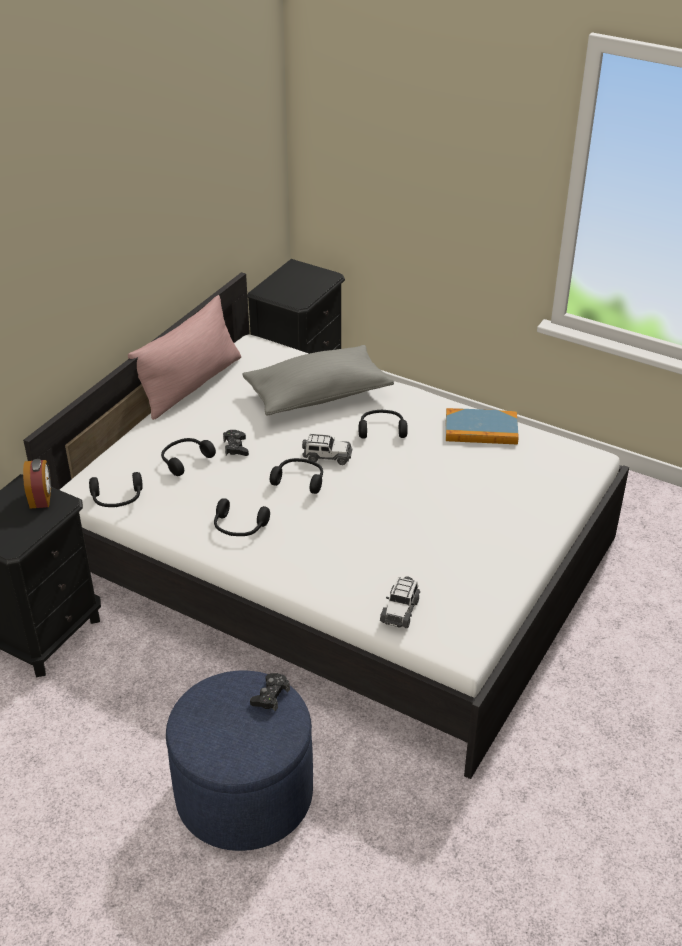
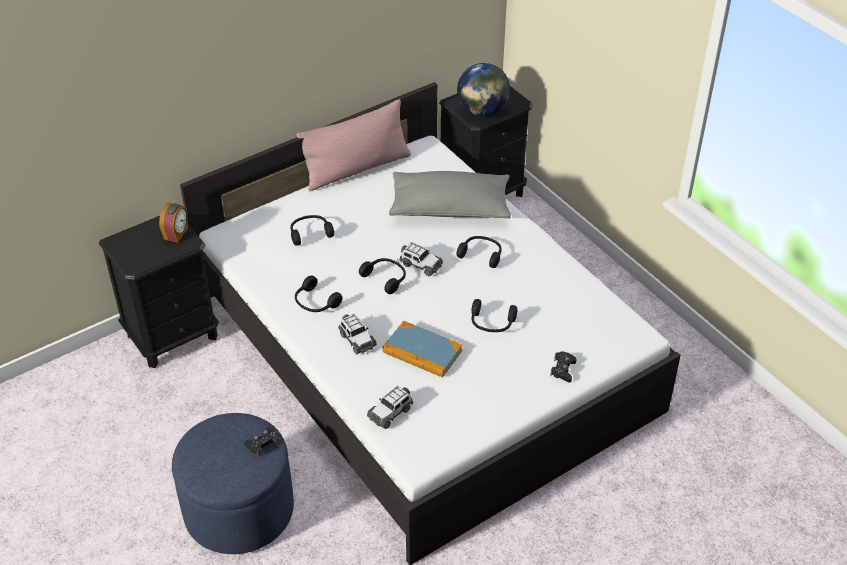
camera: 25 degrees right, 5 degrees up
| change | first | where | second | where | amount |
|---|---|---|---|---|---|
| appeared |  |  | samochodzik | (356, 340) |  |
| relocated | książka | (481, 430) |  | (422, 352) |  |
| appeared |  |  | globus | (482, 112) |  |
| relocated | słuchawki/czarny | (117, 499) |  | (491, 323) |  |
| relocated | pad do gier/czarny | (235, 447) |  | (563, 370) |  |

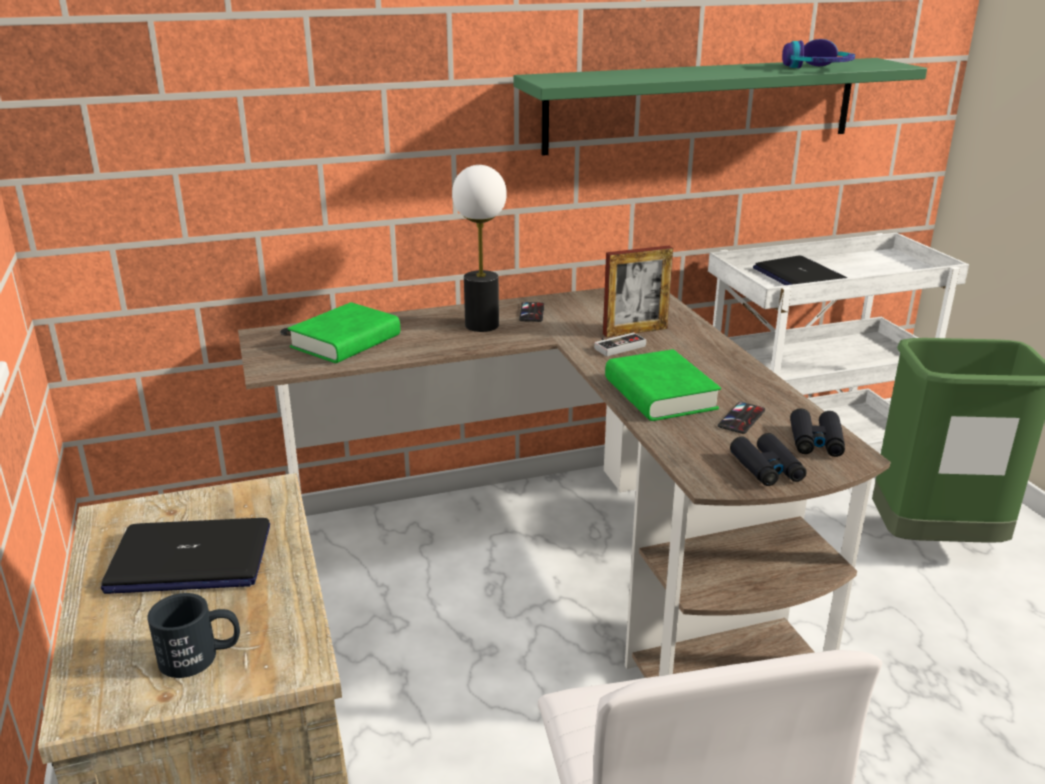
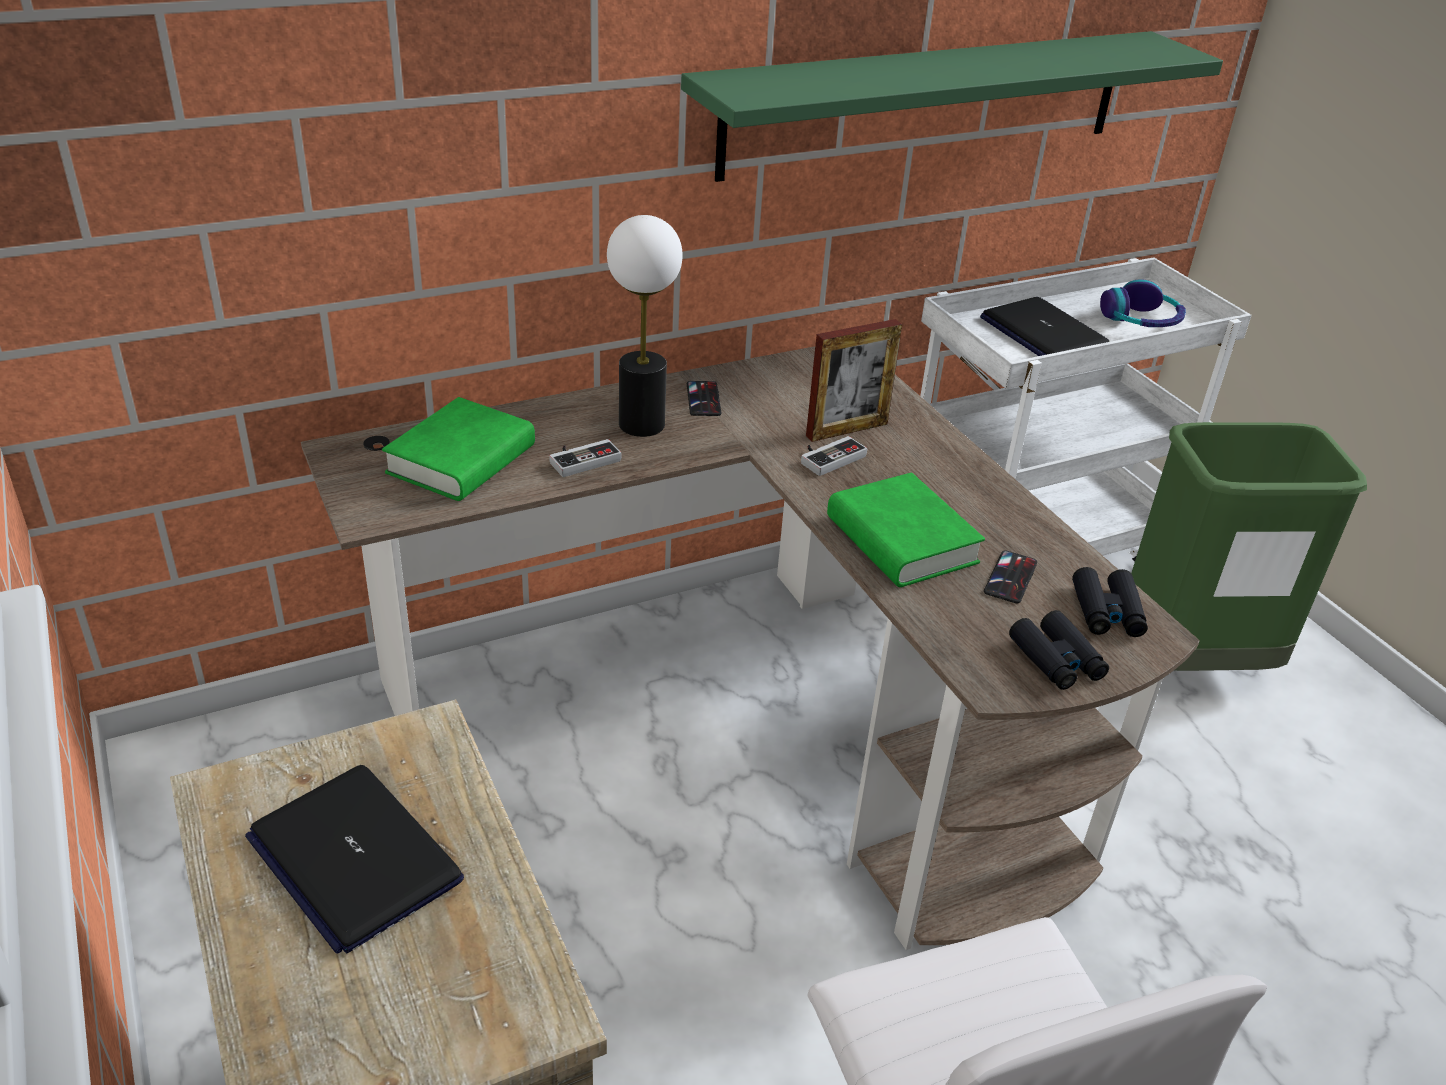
camera: 10 degrees left, 10 degrees up
| change | first | where | second | where | amount |
|---|---|---|---|---|---|
| spun | laptop | (189, 559) |  | (353, 858) | 60 degrees clockwise |
| appeared |  |  | pad do gier | (582, 458) |  |
| relocated | słuchawki | (818, 68) |  | (1141, 320) |  |
| missing | kubek/czarny | (201, 656) |  |  |  |

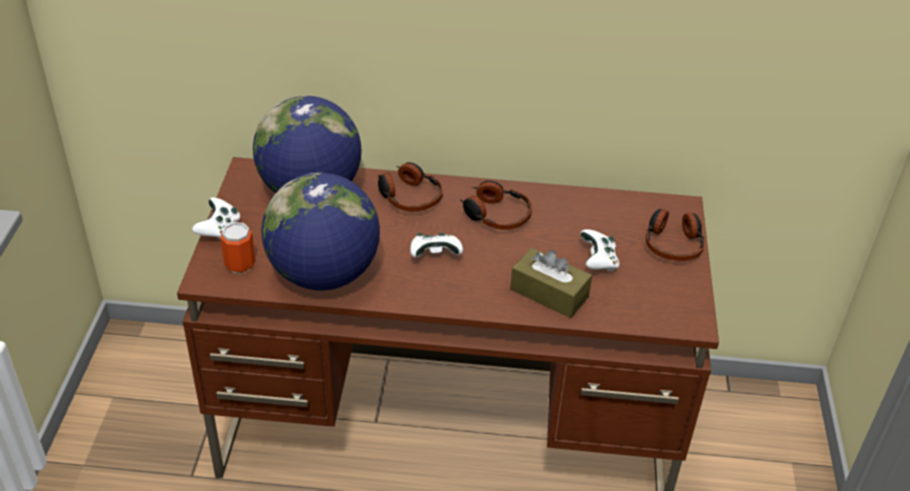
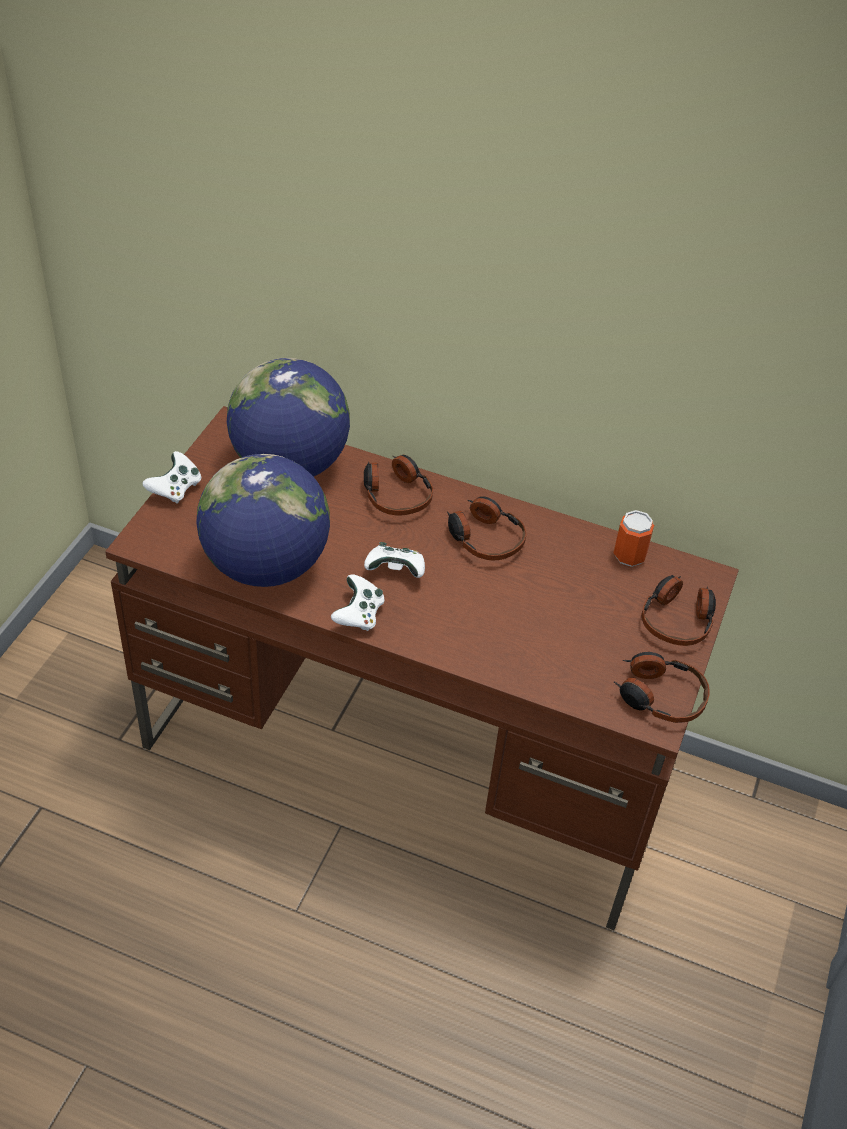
camera: 15 degrees right, 5 degrees up
| change | first | where | second | where | amount |
|---|---|---|---|---|---|
| relocated | pad do gier/biały | (598, 261) |  | (358, 615) |  |
| relocated | puszka | (240, 264) |  | (629, 555) |  |
| appeared |  |  | słuchawki | (659, 696) |  |
| missing | pudełko chusteczek/brązowy | (549, 293) |  |  |  |

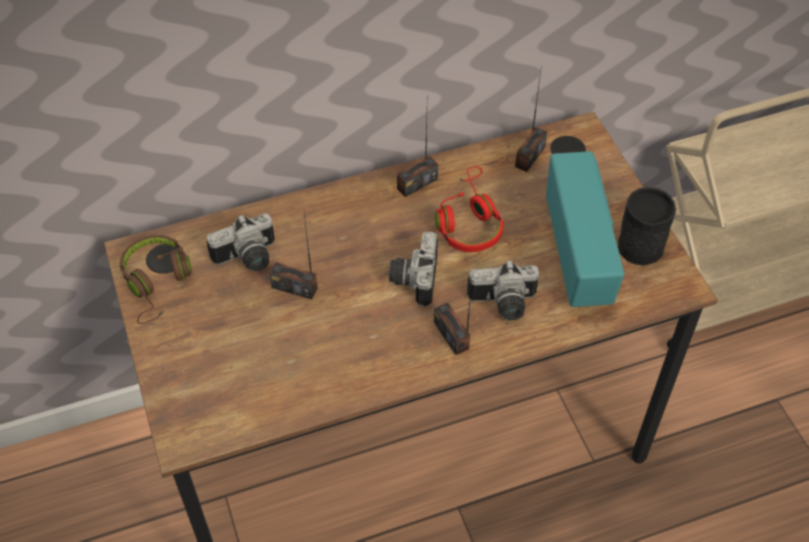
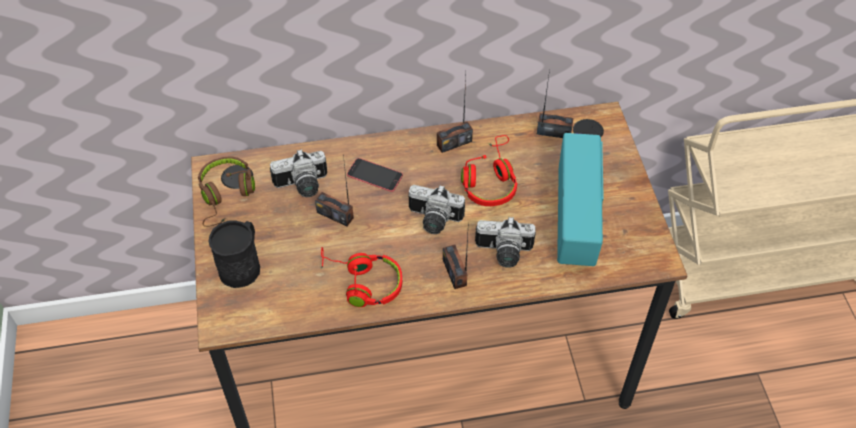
camera: 10 degrees right, 0 degrees up
| change | first | where | second | where | amount |
|---|---|---|---|---|---|
| relocated | kubek/czarny | (640, 241) |  | (242, 265) |  |
| appeared |  |  | słuchawki/czerwony | (361, 283) |  |
| appeared |  |  | telefon | (374, 175) |  |
| spun | aparat fotograficzny | (412, 278) |  | (433, 221) | 90 degrees counterclockwise |
| spun | radio | (529, 156) |  | (553, 132) | 120 degrees counterclockwise |

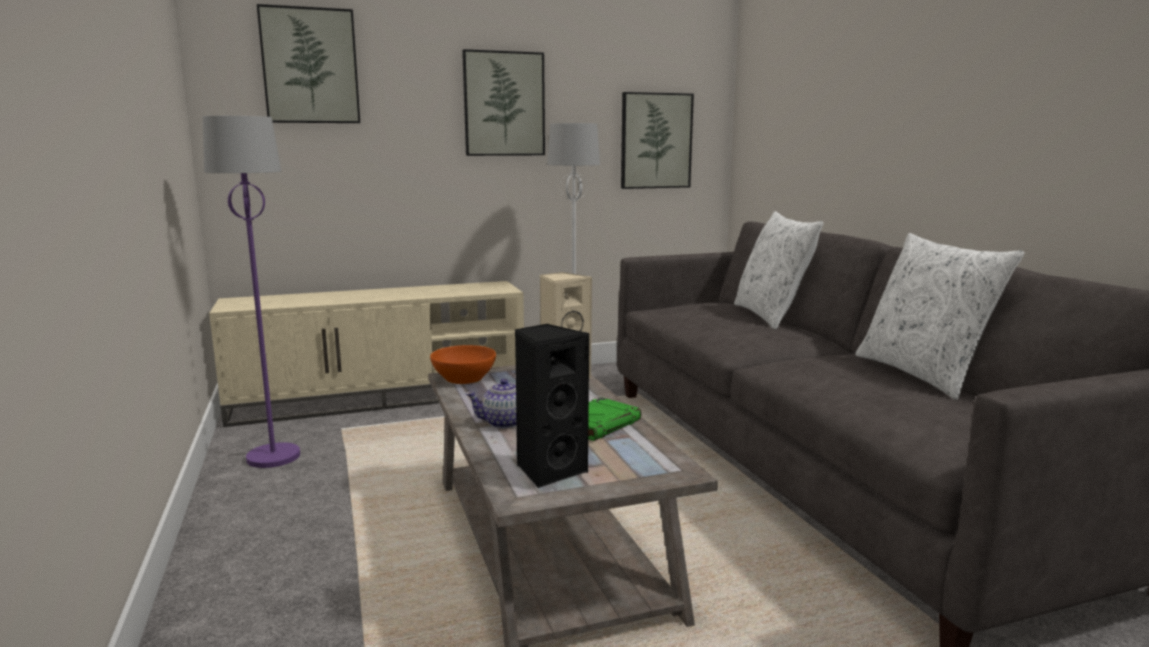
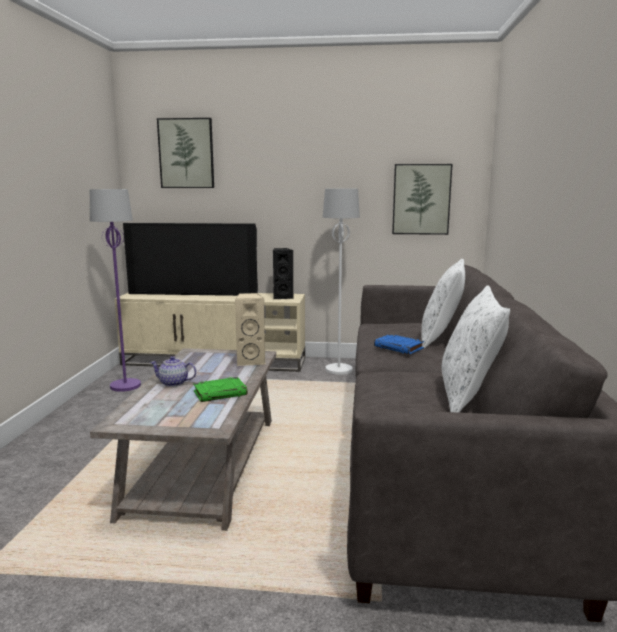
camera: 25 degrees right, 0 degrees up
| change | first | where | second | where | amount |
|---|---|---|---|---|---|
| appeared |  |  | telewizor | (194, 293) |  |
| relocated | głośnik/czarny | (549, 470) |  | (282, 297) |  |
| appeared |  |  | książka/niebieski | (399, 347) |  |
| missing | miska/pomarańczowy | (464, 378) |  |  |  |
| missing | obraz | (504, 104) |  |  |  |

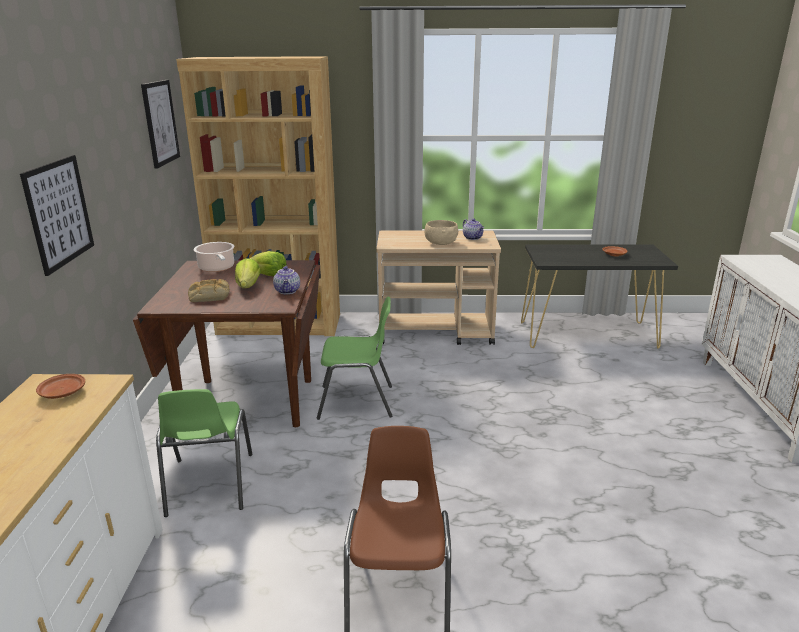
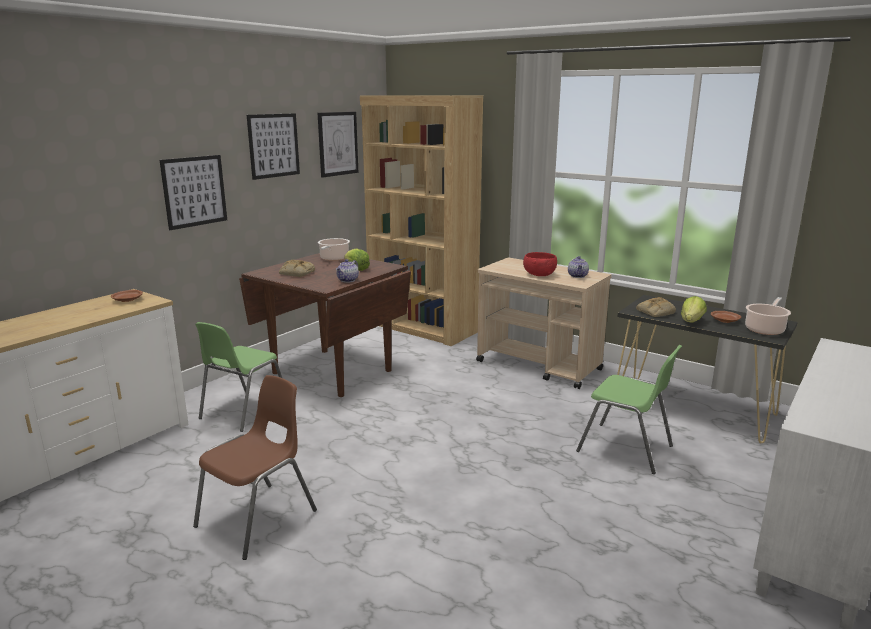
camera: 35 degrees right, 5 degrees down
| change | first | where | second | where | amount |
|---|---|---|---|---|---|
| appeared |  |  | obraz | (273, 145) |  |
| colour | miska/beżowy | (440, 243) | miska/czerwony | (539, 275) |  |
| relocated | krzesło/zielony | (357, 402) |  | (626, 449) |  |
| appeared |  |  | chleb | (655, 312) |  |
| relocated | sałata | (248, 286) |  | (691, 321) |  |
| appeared |  |  | garnek | (765, 329) |  |

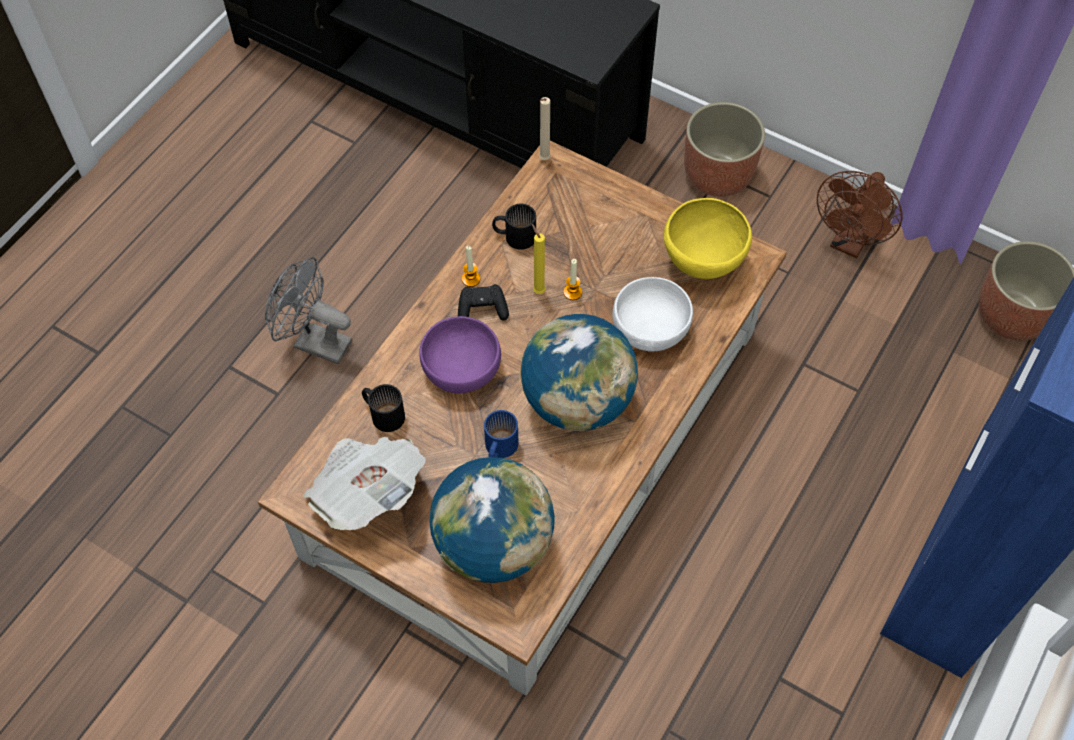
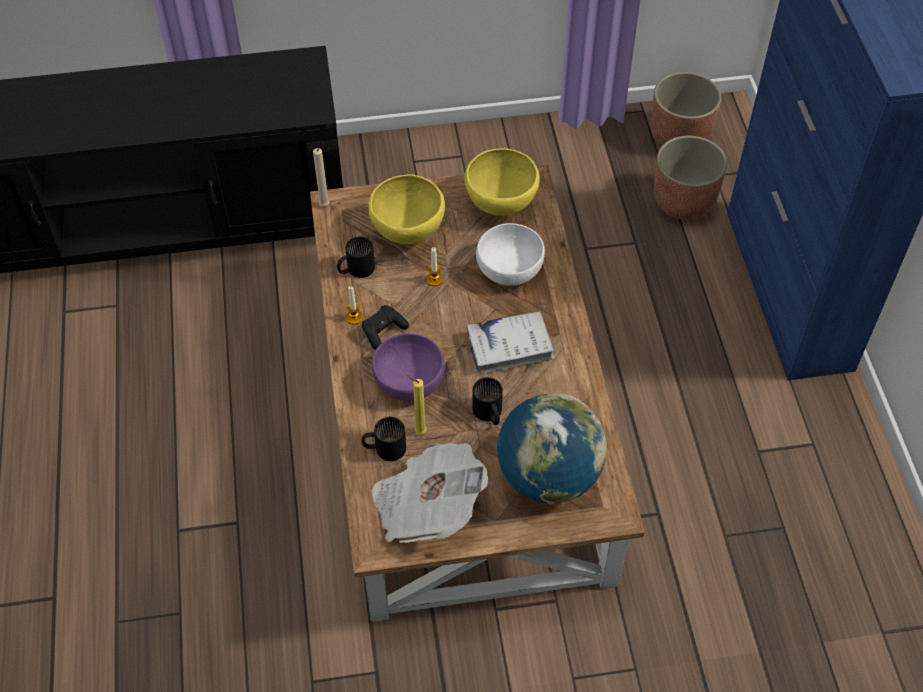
camera: 40 degrees left, 5 degrees down
| change | first | where | second | where | amount |
|---|---|---|---|---|---|
| appeared |  |  | miska/żółty | (408, 231) |  |
| relocated | świeca/żółty | (538, 290) |  | (418, 431) |  |
| exchanged | globus | (577, 401) | książka/biały | (509, 347) |  |
| colour | kubek/niebieski | (498, 448) | kubek/czarny | (488, 414) |  |
| relocated | donica | (717, 175) |  | (683, 201) |  |
| missing | wentylator/szary | (314, 342) |  |  |  |
| missing | wentylator/brązowy | (850, 243) |  |  |  |

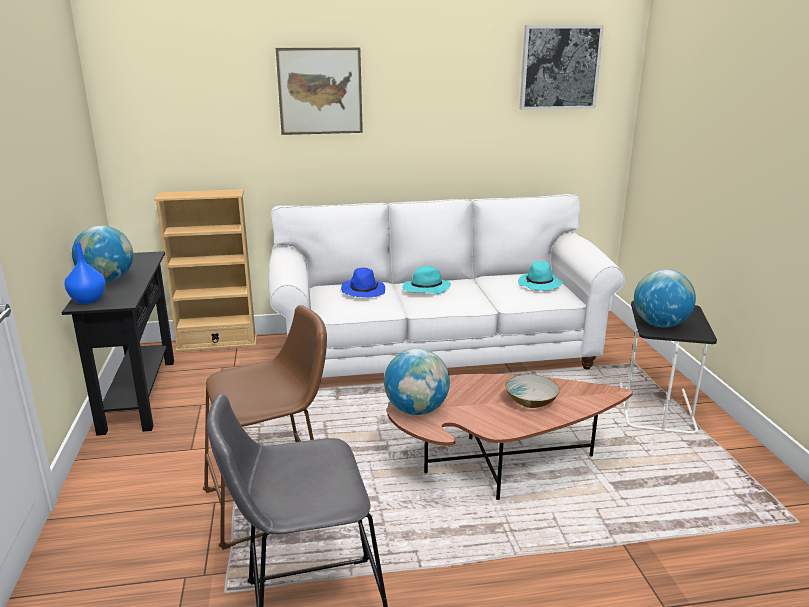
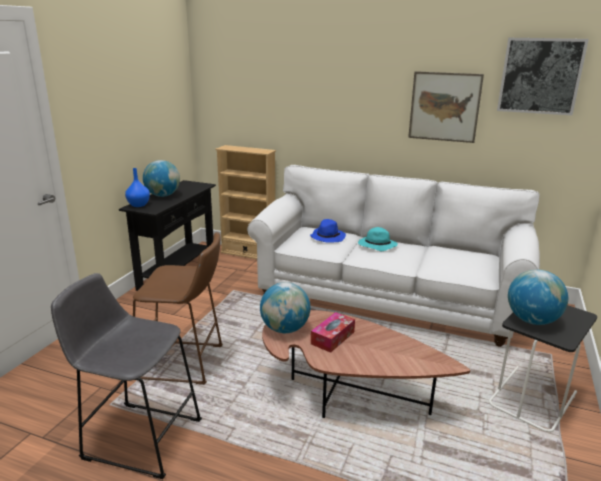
camera: 30 degrees right, 0 degrees up
| change | first | where | second | where | amount |
|---|---|---|---|---|---|
| appeared |  |  | pudełko chusteczek | (332, 338) |  |
| relocated | obraz | (320, 91) |  | (444, 107) |  |
| missing | miska | (530, 401) |  |  |  |
| missing | kapelusz/turkusowy | (540, 284) |  |  |  |

